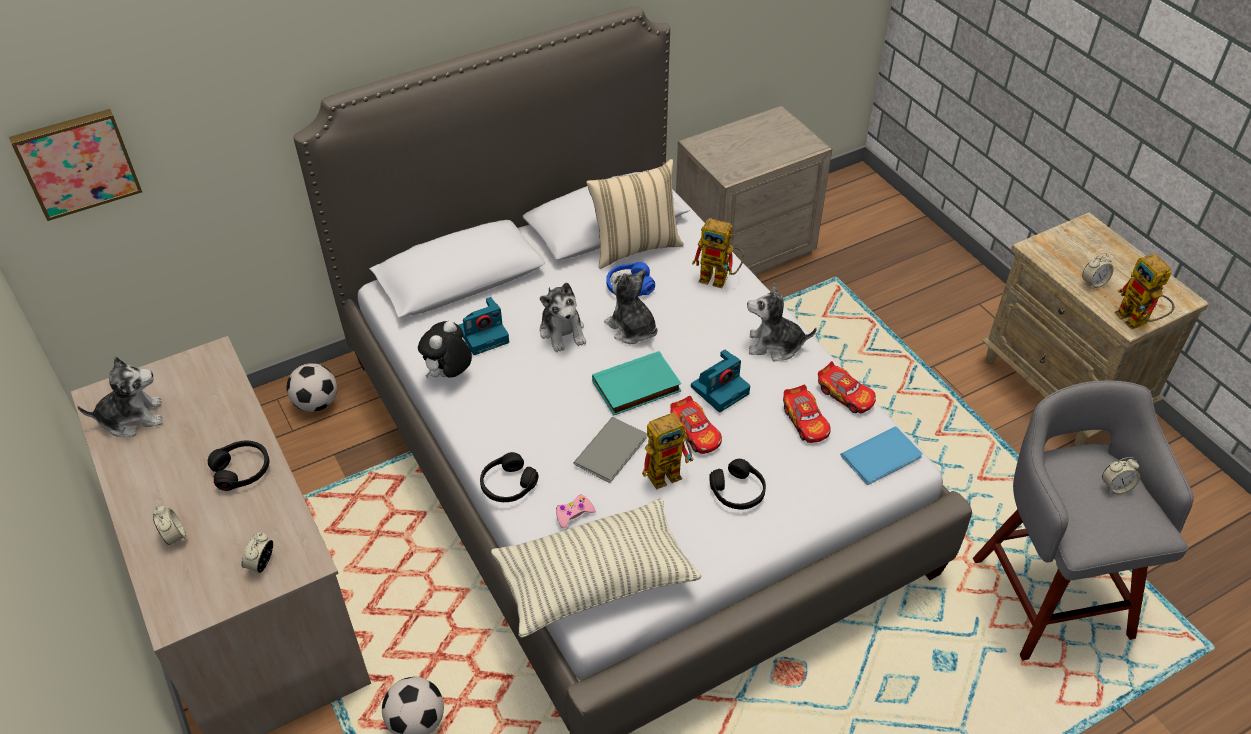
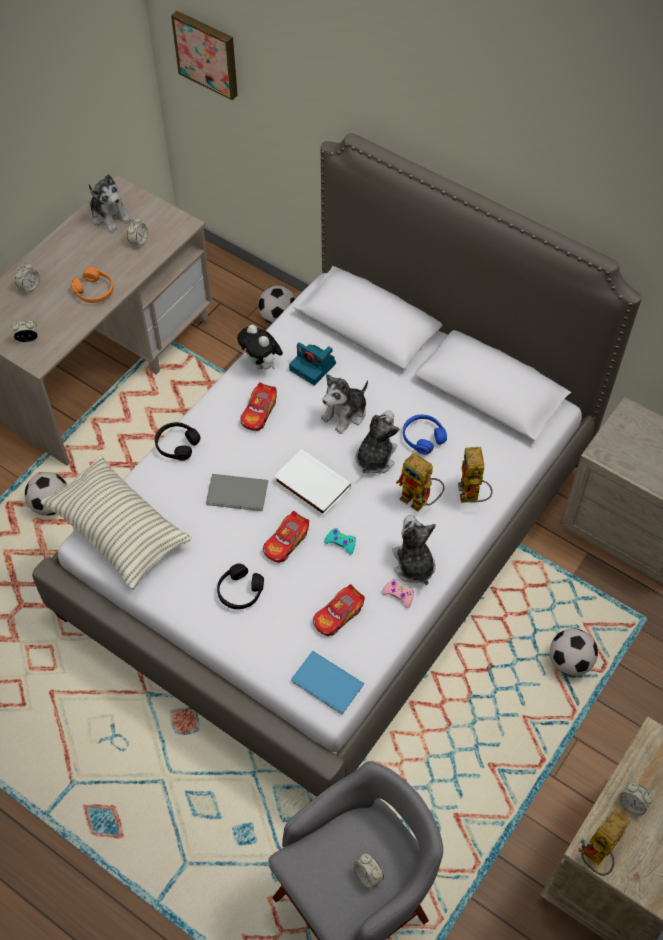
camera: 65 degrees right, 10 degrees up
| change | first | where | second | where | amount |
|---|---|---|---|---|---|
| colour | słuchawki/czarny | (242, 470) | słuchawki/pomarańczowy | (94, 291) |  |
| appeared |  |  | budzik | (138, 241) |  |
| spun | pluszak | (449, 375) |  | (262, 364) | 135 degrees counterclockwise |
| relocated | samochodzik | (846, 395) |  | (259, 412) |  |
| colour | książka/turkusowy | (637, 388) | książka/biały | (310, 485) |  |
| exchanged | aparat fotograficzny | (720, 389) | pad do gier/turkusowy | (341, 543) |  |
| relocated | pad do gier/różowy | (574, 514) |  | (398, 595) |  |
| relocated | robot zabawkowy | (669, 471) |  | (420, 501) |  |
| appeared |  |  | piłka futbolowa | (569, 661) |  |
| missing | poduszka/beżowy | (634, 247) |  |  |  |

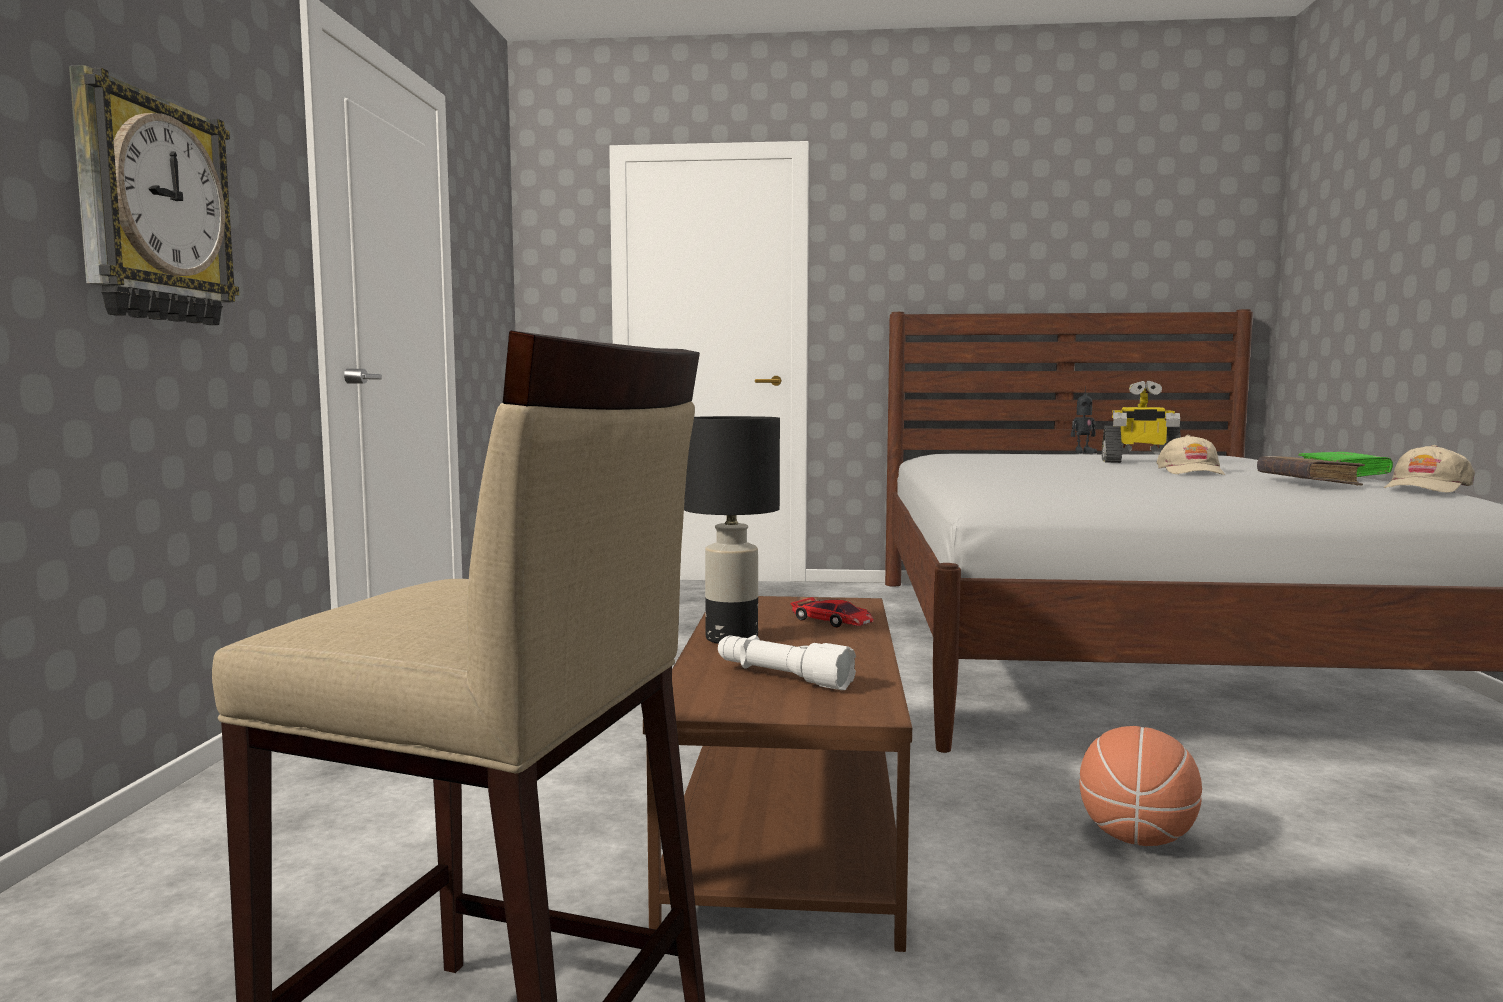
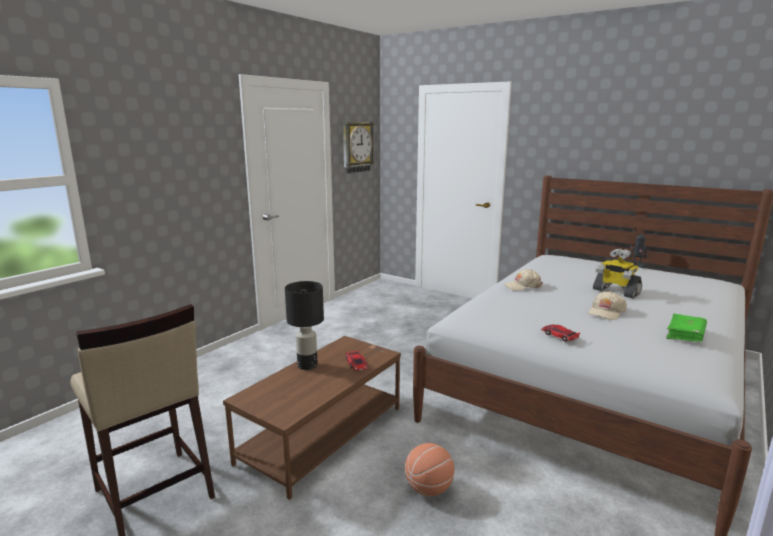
camera: 30 degrees right, 10 degrees up
| change | first | where | second | where | amount |
|---|---|---|---|---|---|
| relocated | zegar ścienny | (151, 210) |  | (356, 147) |  |
| relocated | czapka z daszkiem/beżowy | (1426, 488) |  | (523, 286) |  |
| appeared |  |  | samochodzik | (559, 335) |  |
| missing | latarka/biały | (782, 677) |  |  |  |
| missing | książka/brązowy | (1307, 482) |  |  |  |

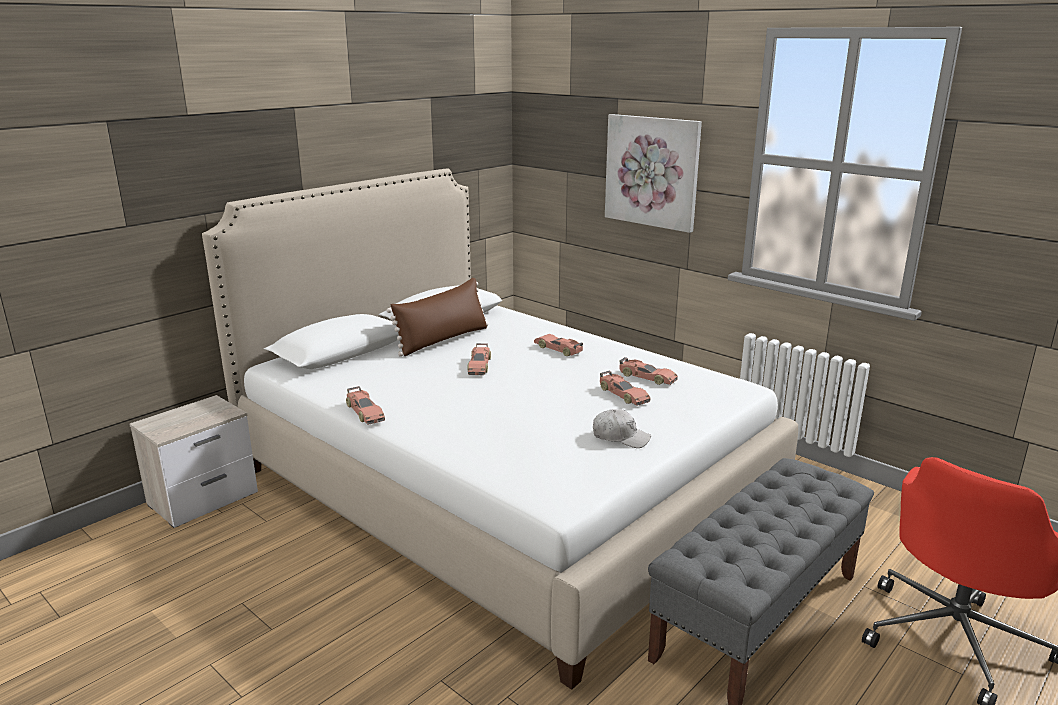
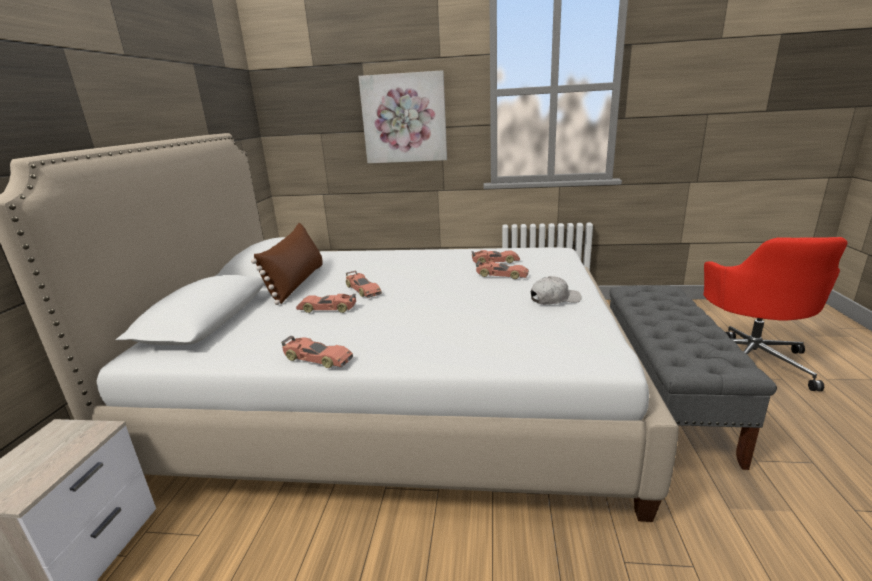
camera: 35 degrees left, 0 degrees up
| change | first | where | second | where | amount |
|---|---|---|---|---|---|
| relocated | samochodzik | (558, 349) |  | (327, 308) |  |

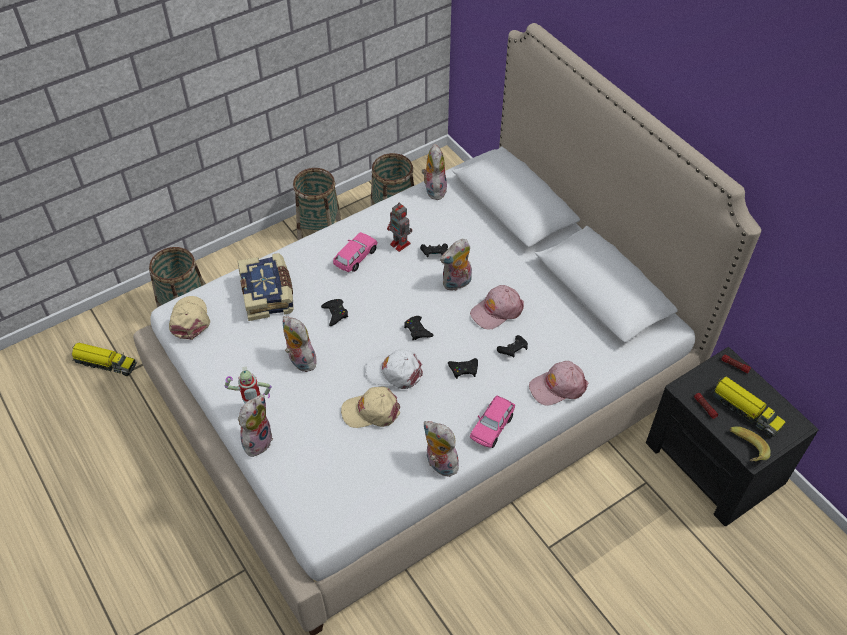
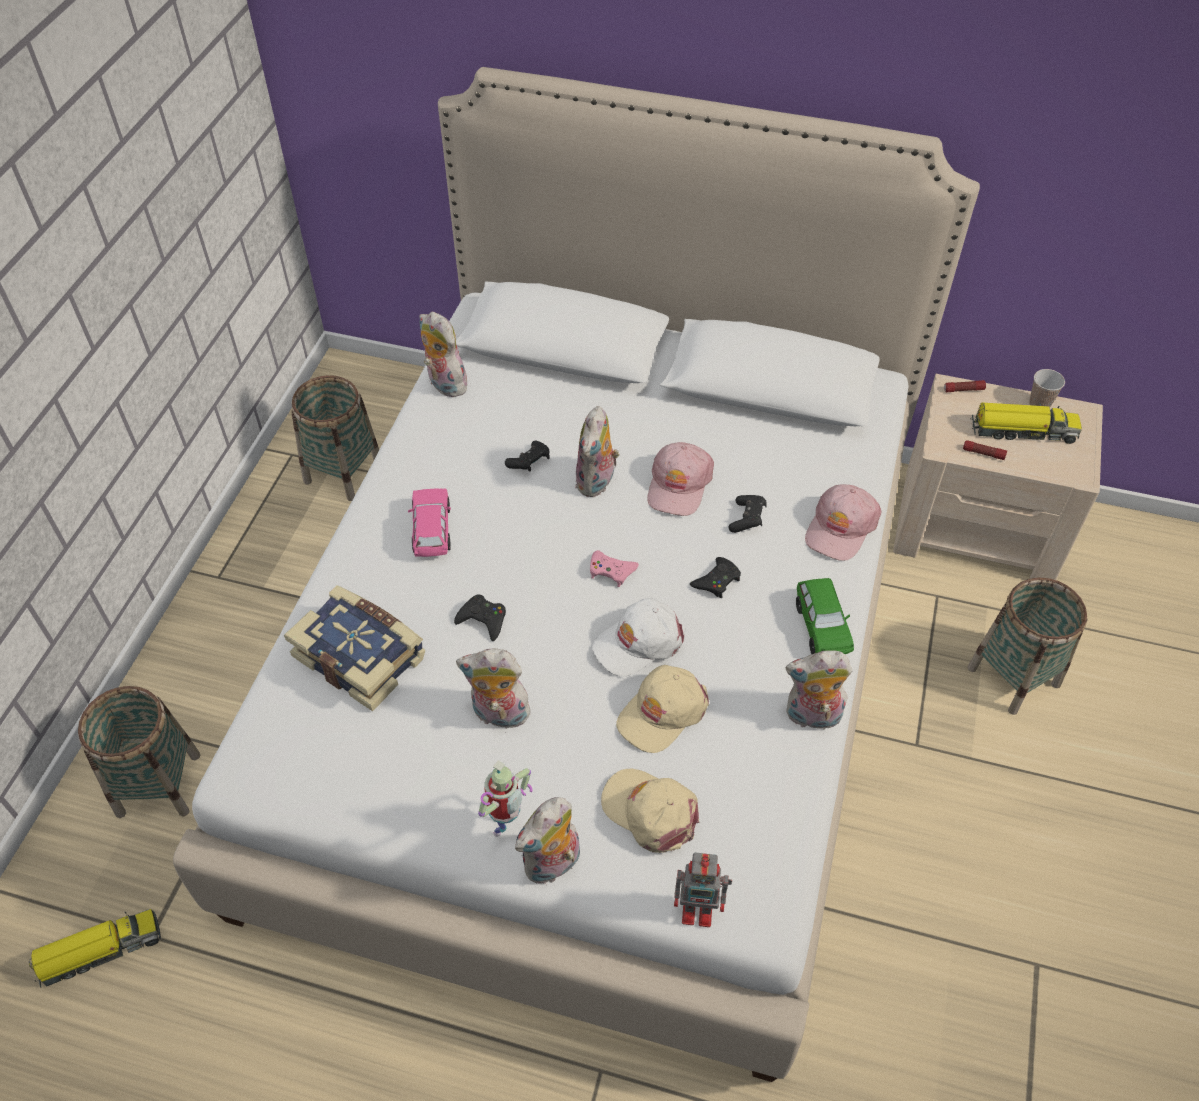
camera: 40 degrees left, 0 degrees up
| change | first | where | second | where | amount |
|---|---|---|---|---|---|
| spun | pluszak | (256, 440) |  | (552, 865) | 120 degrees counterclockwise |
| colour | pad do gier/czarny | (417, 330) | pad do gier/różowy | (611, 571) |  |
| relocated | czapka z daszkiem/beżowy | (189, 319) |  | (650, 811) |  |
| relocated | robot zabawkowy | (401, 244) |  | (699, 909) |  |
| colour | samochodzik/różowy | (492, 427) | samochodzik/zielony | (821, 626) |  |
| colour | szafka nocna/czarny | (715, 463) | szafka nocna/beżowy | (978, 527) |  |
| relocated | koszyk | (319, 229) |  | (1013, 676) |  |
| appeared |  |  | filiżanka | (1039, 404) |  |
| missing | banan | (744, 452) |  |  |  |

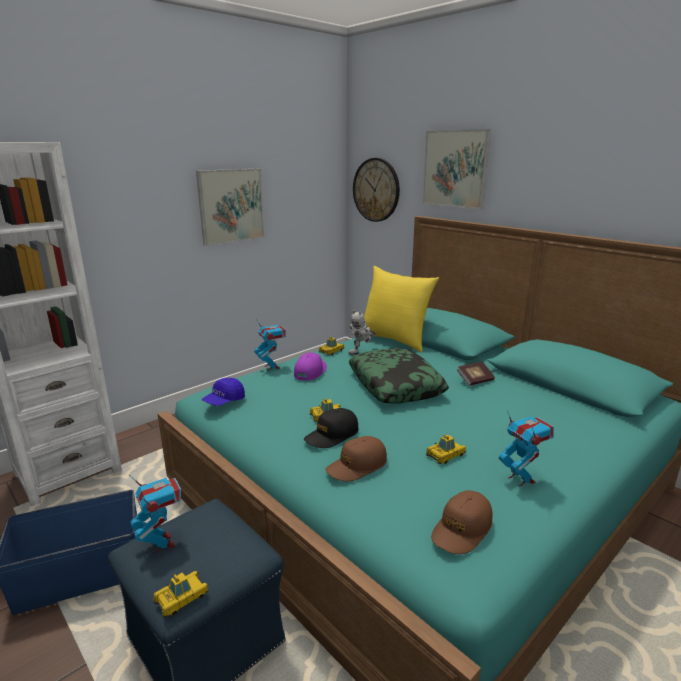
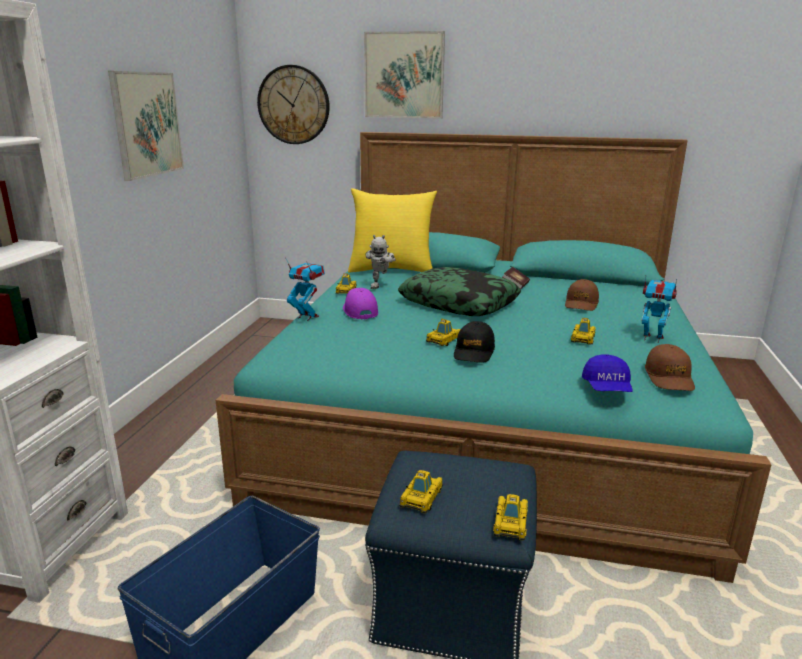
camera: 35 degrees left, 0 degrees up
| change | first | where | second | where | amount |
|---|---|---|---|---|---|
| exchanged | robot zabawkowy | (162, 543) | samochodzik | (421, 497) |  |
| relocated | czapka z daszkiem/brązowy | (357, 466) |  | (581, 303) |  |
| relocated | czapka z daszkiem/niebieski | (224, 401) |  | (607, 388) |  |

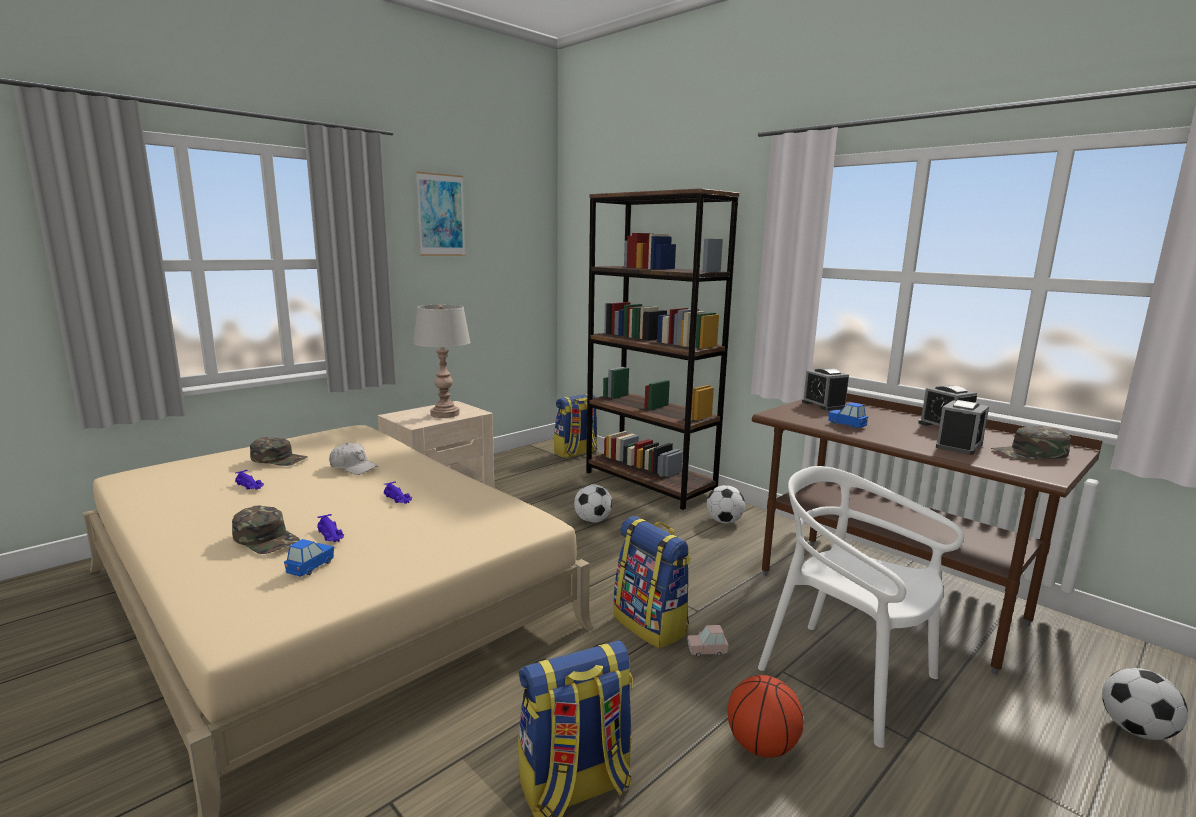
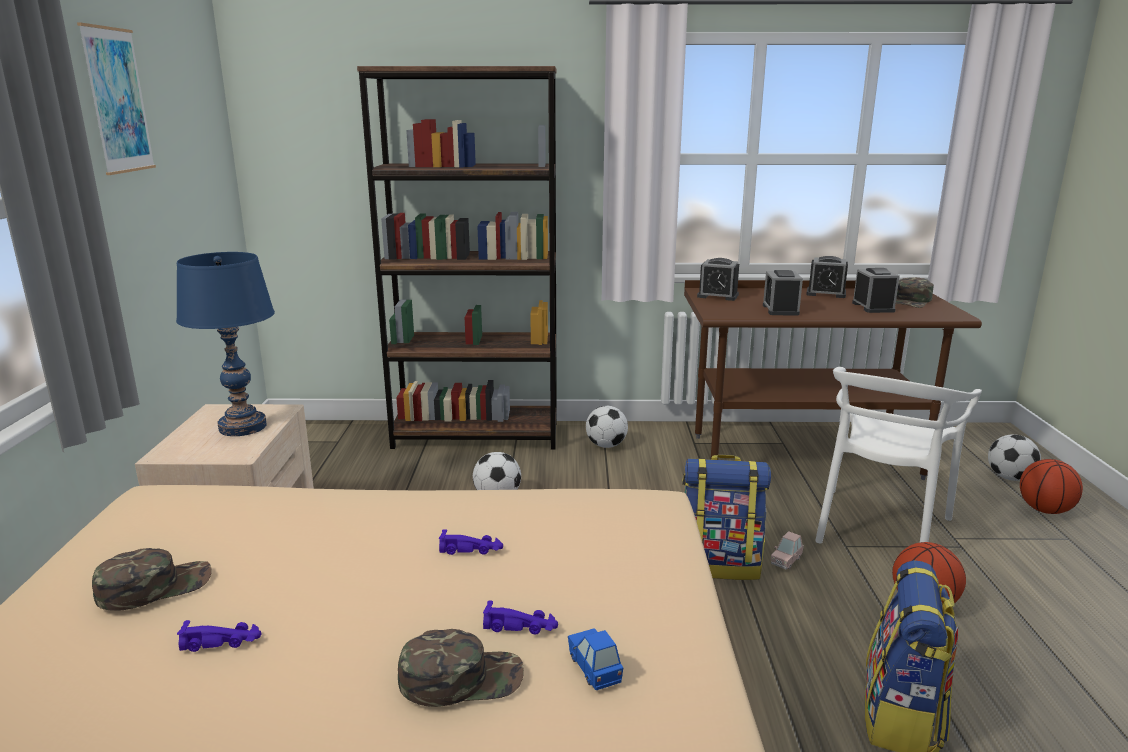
camera: 45 degrees left, 5 degrees up
| change | first | where | second | where | amount |
|---|---|---|---|---|---|
| colour | lampa stołowa/szary | (445, 414) | lampa stołowa/niebieski | (243, 427) |  |
| exchanged | samochodzik/niebieski | (846, 425) | budzik | (780, 310) |  |
| spun | krzesło/biały | (847, 678) |  | (879, 527) | 60 degrees counterclockwise |
| appeared |  |  | piłka do koszykówki | (1045, 510) |  |
| missing | czapka z daszkiem/biały | (353, 467) |  |  |  |
| missing | plecak | (576, 453) |  |  |  |

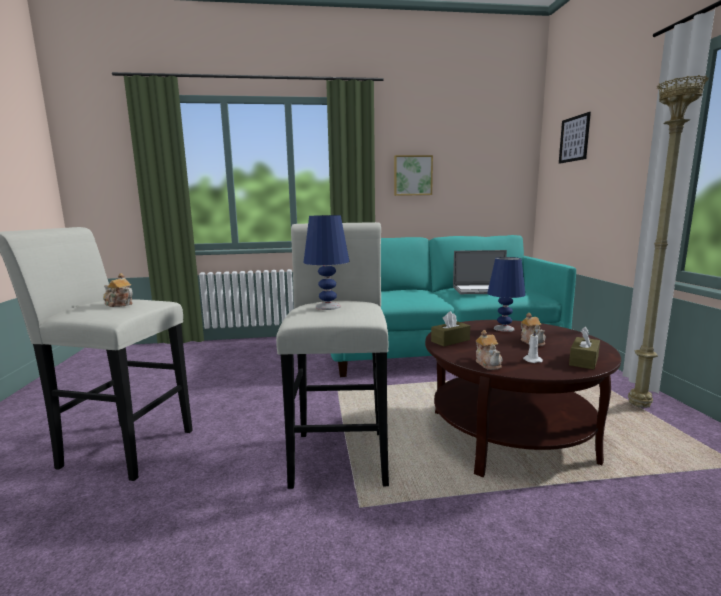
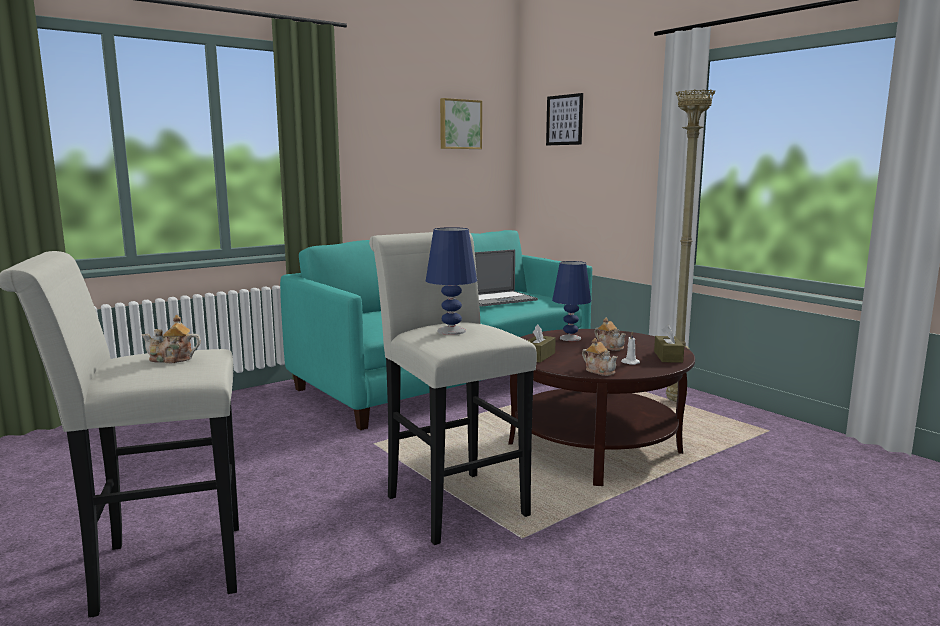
camera: 30 degrees left, 0 degrees up
| change | first | where | second | where | amount |
|---|---|---|---|---|---|
| relocated | obraz | (412, 175) |  | (459, 124) |  |

